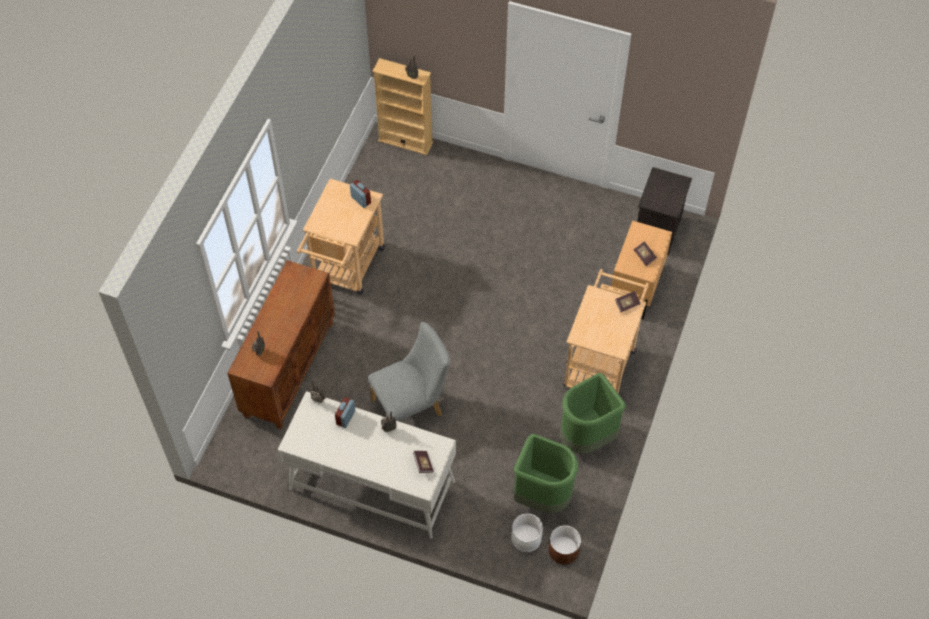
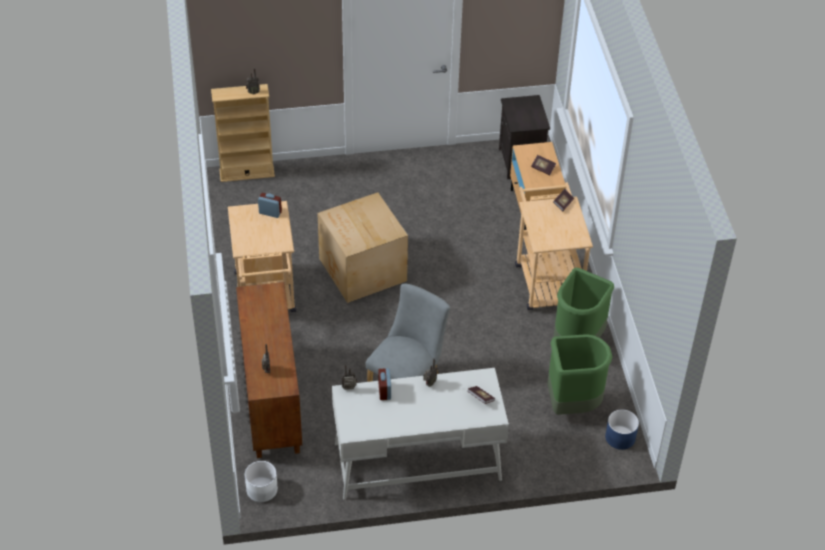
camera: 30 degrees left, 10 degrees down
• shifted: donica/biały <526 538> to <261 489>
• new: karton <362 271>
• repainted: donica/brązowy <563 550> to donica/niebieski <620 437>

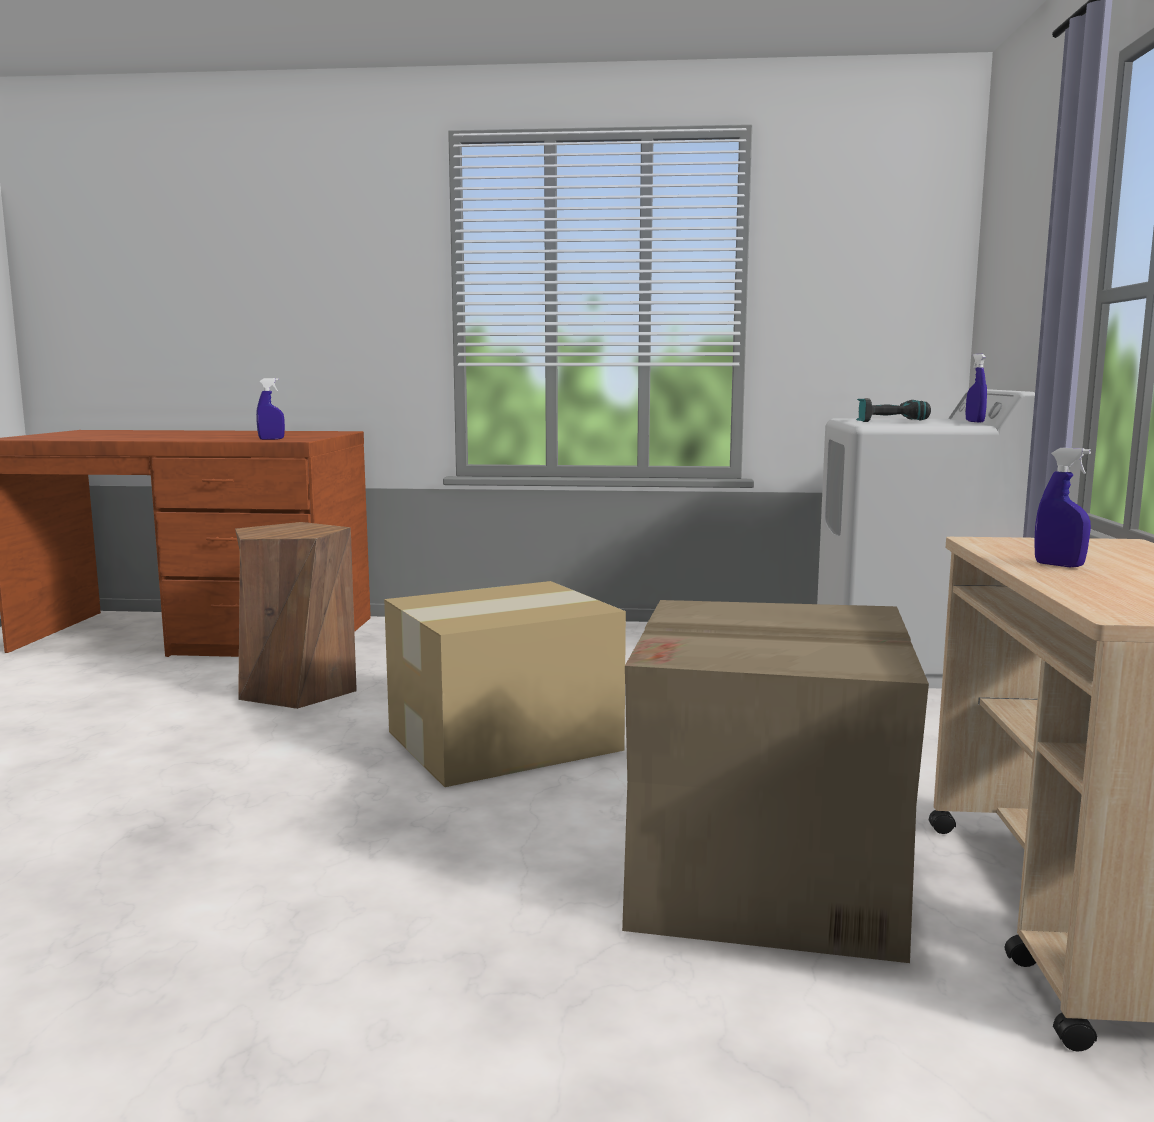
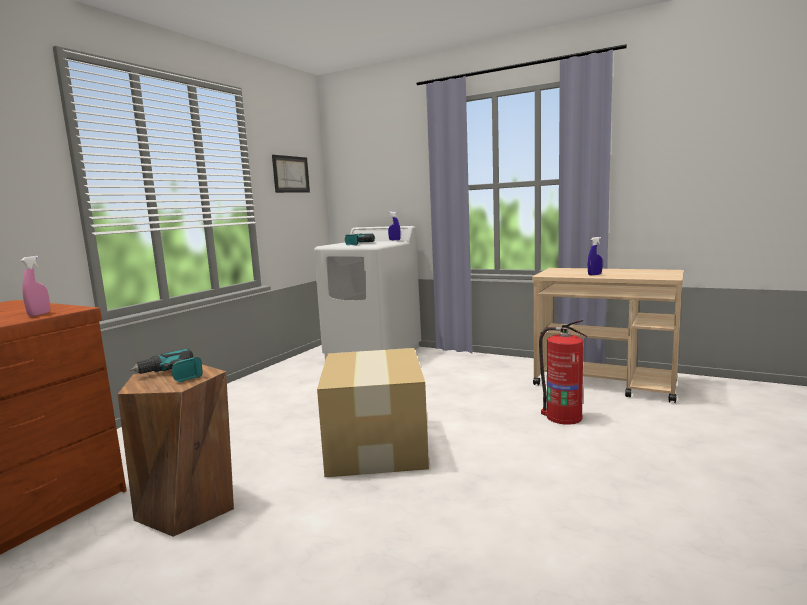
camera: 65 degrees left, 0 degrees up
• repainted: spryskiwacz/niebieski <271 439> to spryskiwacz/różowy <39 314>
• new: wiertarka <172 375>
• new: obraz <291 174>
• swapped: karton <768 878> to gaśnica <563 417>

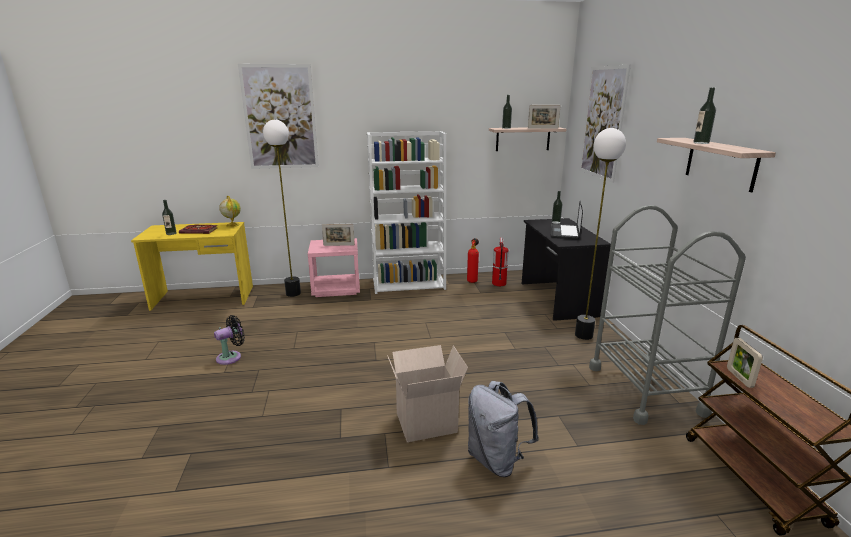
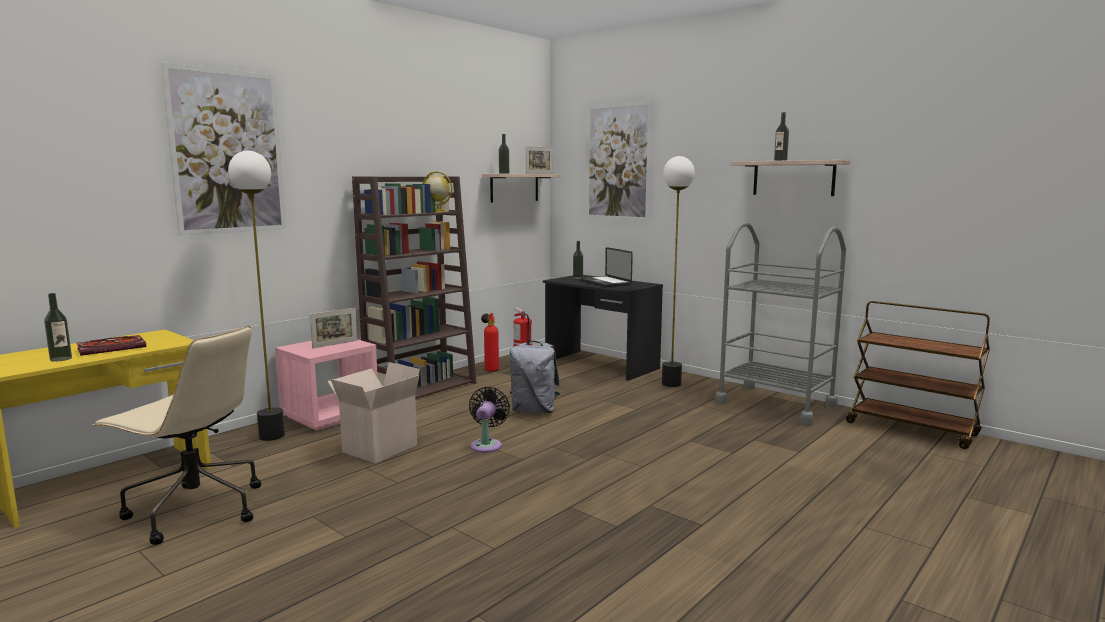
camera: 40 degrees left, 10 degrees down
• new: krzesło biurowe/beżowy <194 510>
• shifted: karton <426 421> to <379 447>
• repainted: regał/biały <409 284> to regał/brązowy <422 388>
• shifted: globus <232 225> to <437 211>
• shifted: wentylator/czarny <231 357> to <487 445>
• shifted: plecak/szary <496 460> to <534 411>
• gone: ramka na zdjęcie <739 378>

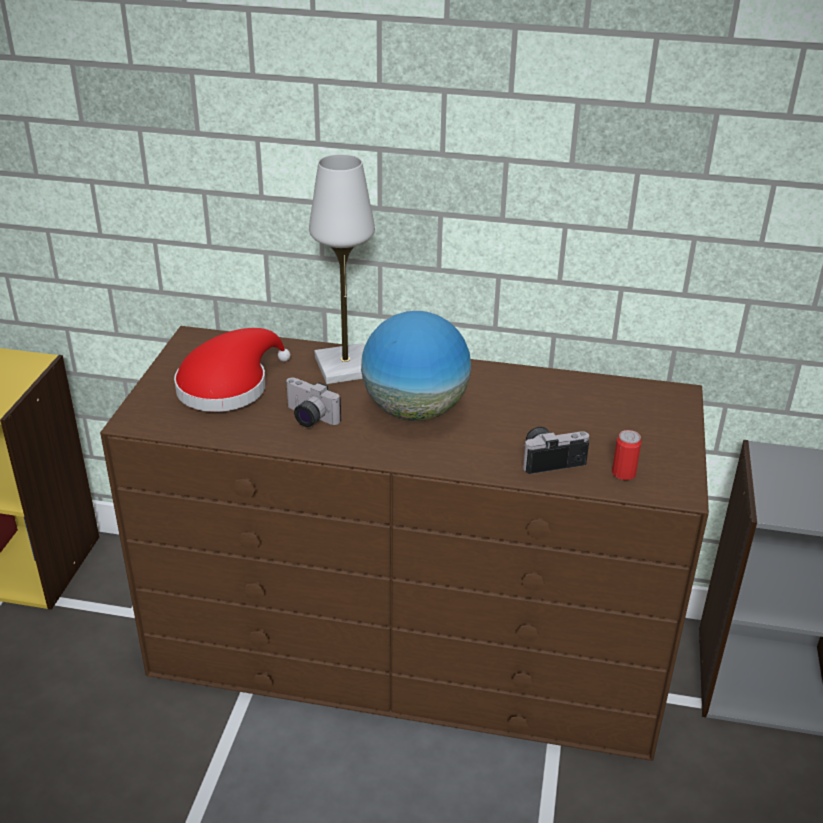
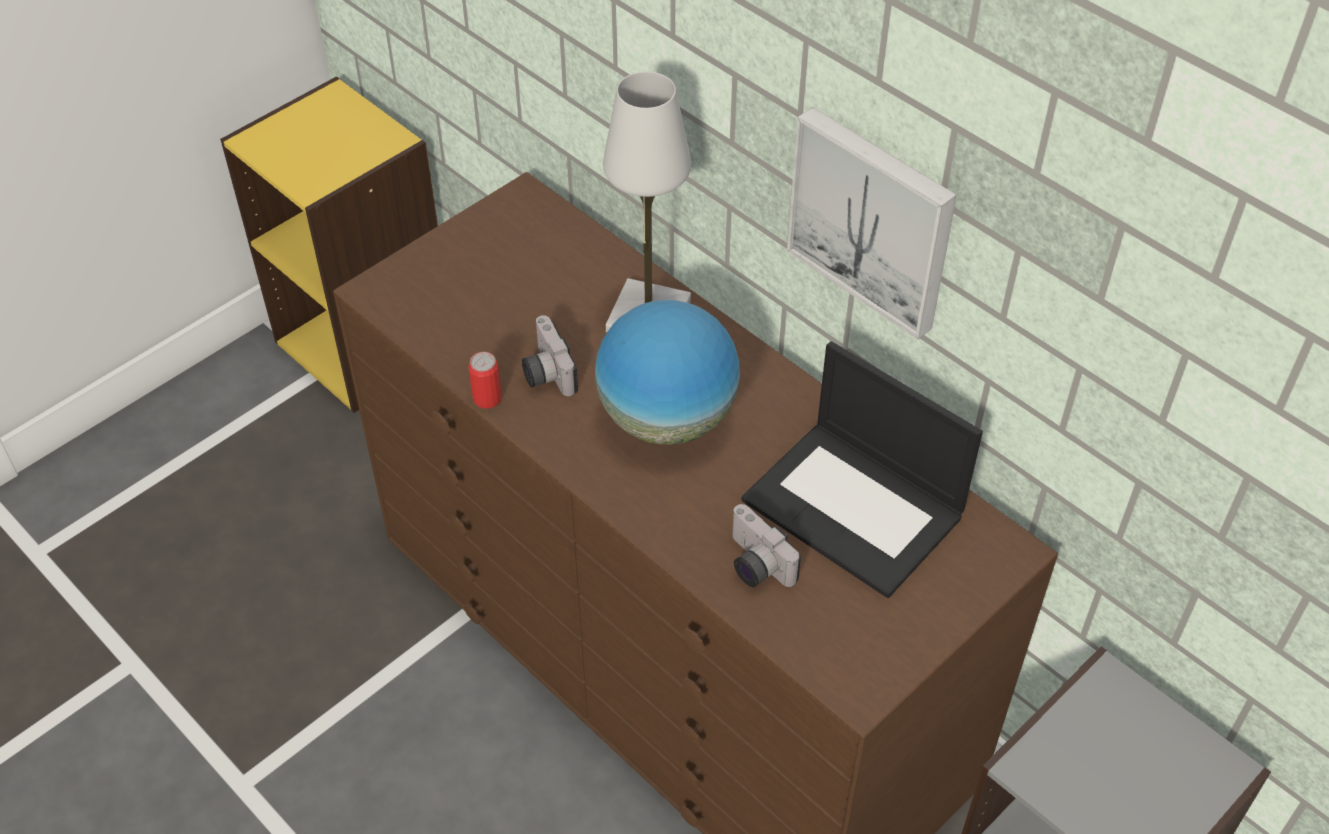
camera: 35 degrees right, 15 degrees up
• shifted: puszka <623 473> to <487 398>
• rotated: aparat fotograficzny <550 459> = <754 565> 150 degrees counterclockwise
• new: laptop <856 508>
• new: obraz <873 219>
• gone: kapelusz/czerwony <228 386>

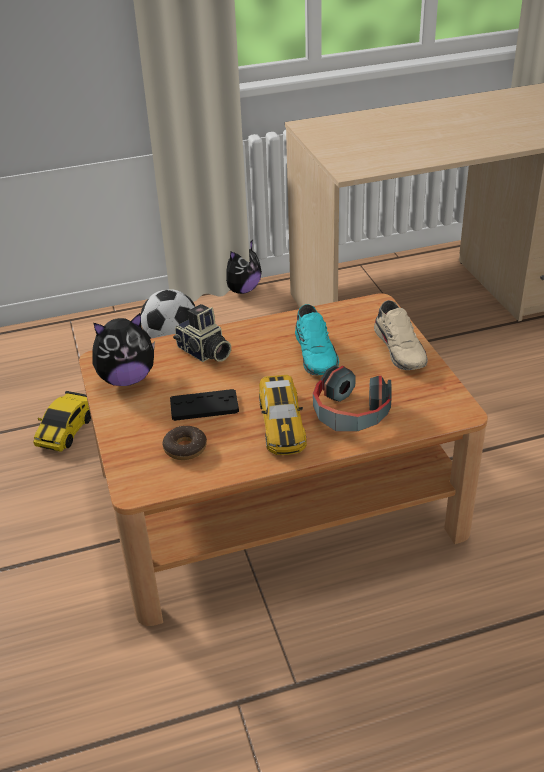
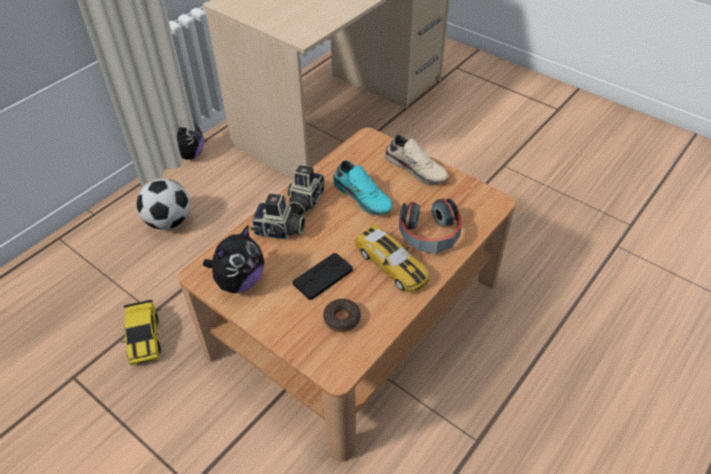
camera: 35 degrees left, 10 degrees up
• new: aparat fotograficzny <304 202>

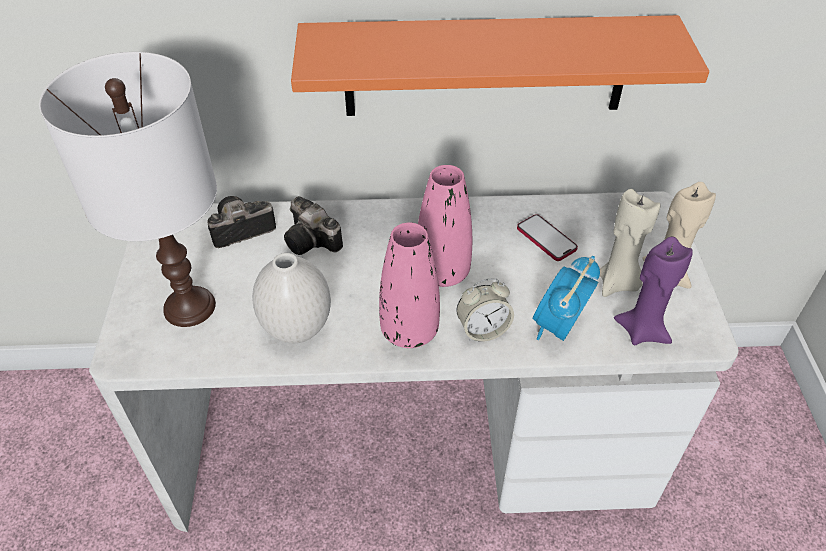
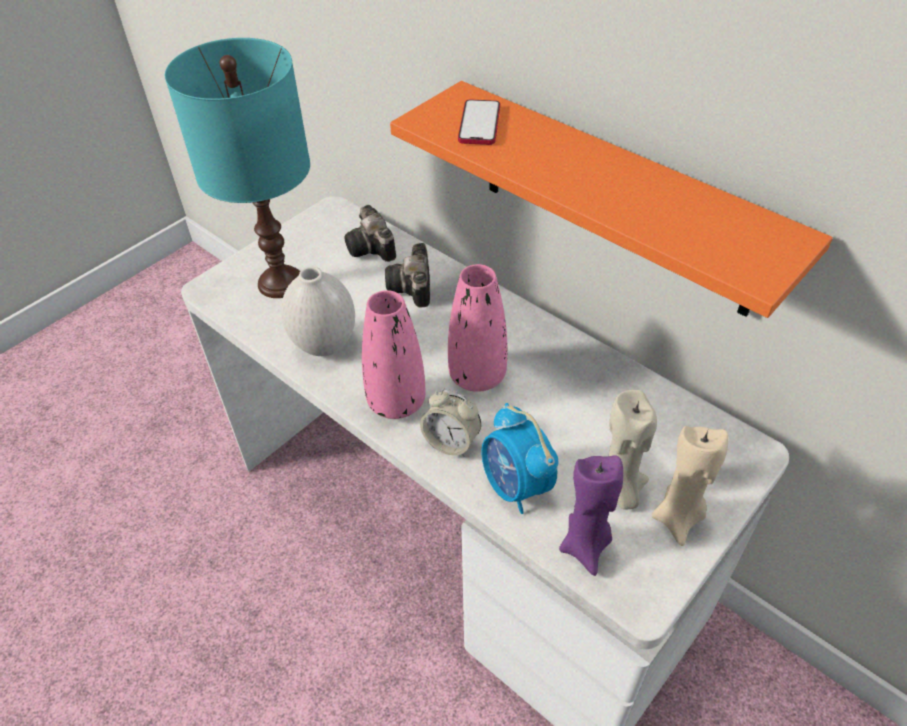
camera: 45 degrees right, 0 degrees up
• repainted: lampa stołowa/biały <190 307> to lampa stołowa/turkusowy <280 283>
• rotated: aparat fotograficzny <238 231> = <372 249> 135 degrees counterclockwise
• shifted: telefon <546 239> to <479 124>
• rotated: budzik <559 326> = <516 486> 105 degrees counterclockwise

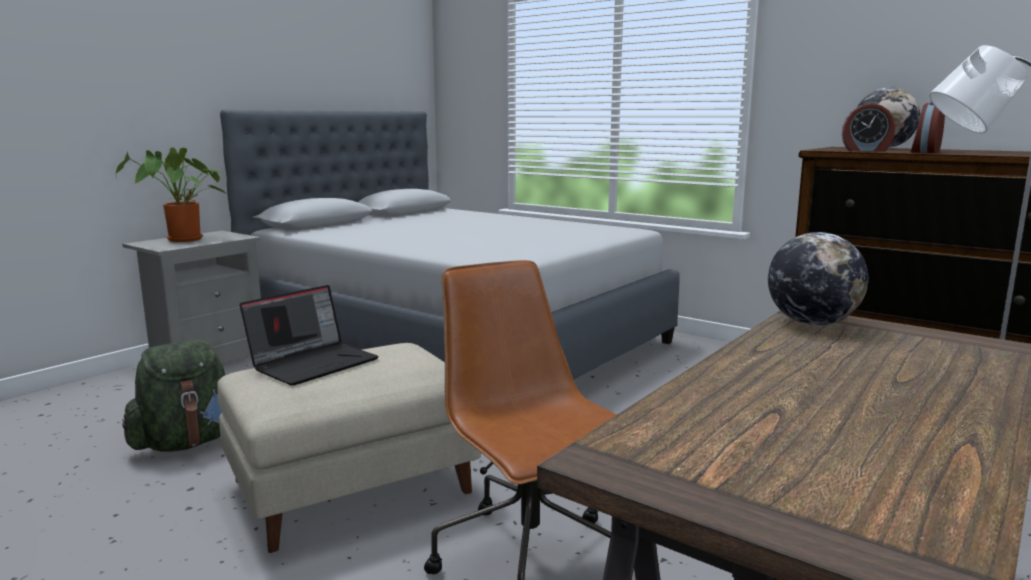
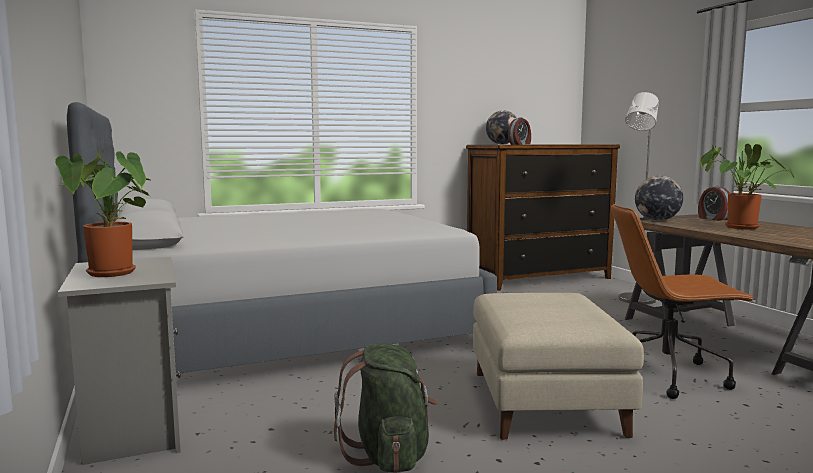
camera: 60 degrees left, 5 degrees down
• shifted: budzik <924 152> to <713 219>
• new: roślina doniczkowa <737 227>
• gone: laptop <314 363>

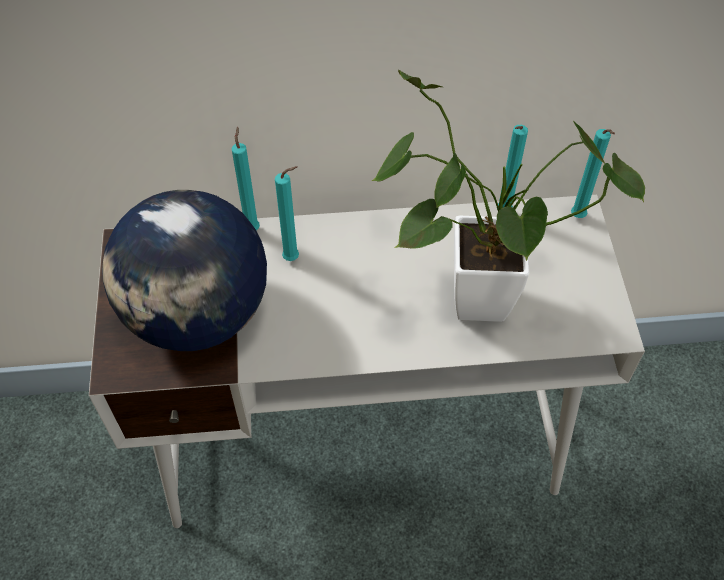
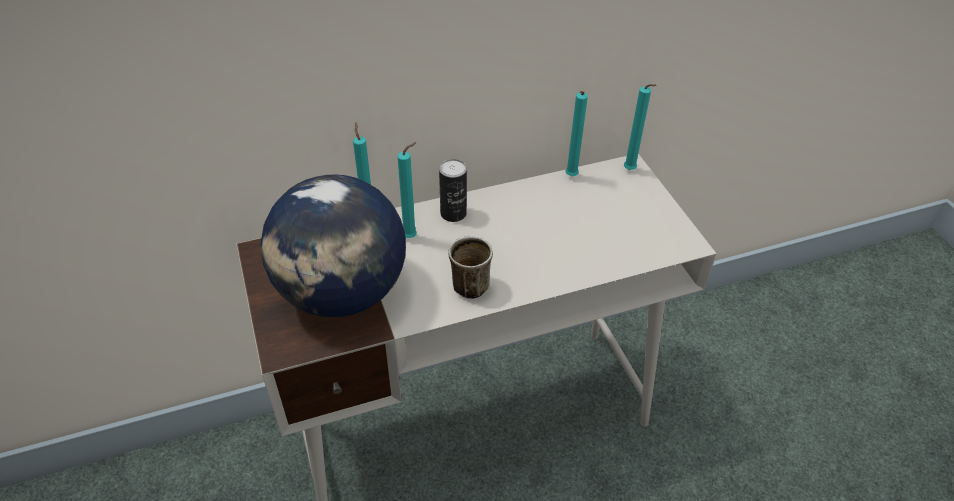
camera: 15 degrees left, 10 degrees down
• new: puszka <453 213>
• new: kubek <468 282>
• gone: roślina doniczkowa <464 301>

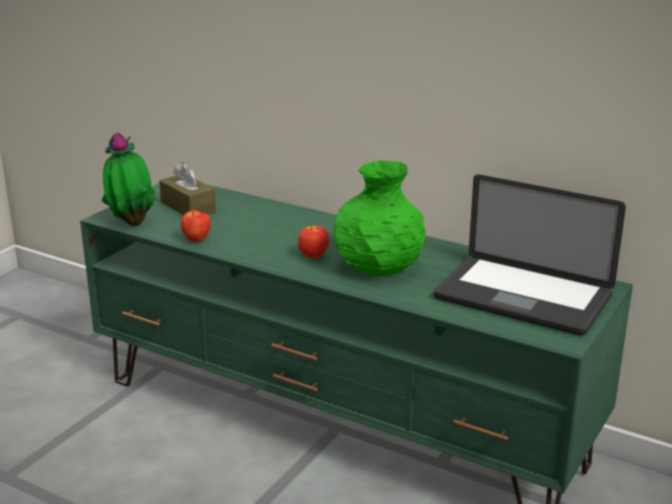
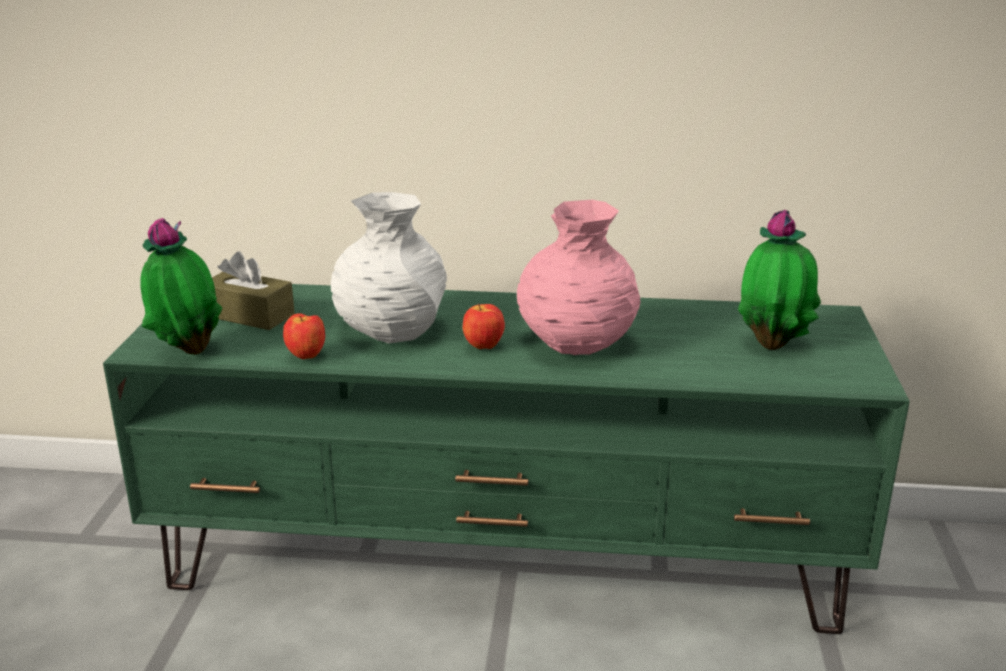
camera: 25 degrees left, 0 degrees up
• new: wazon/biały <390 330>
• repainted: wazon/zielony <377 268> to wazon/różowy <575 345>
• swapped: laptop <523 297> to roślina doniczkowa <773 344>

